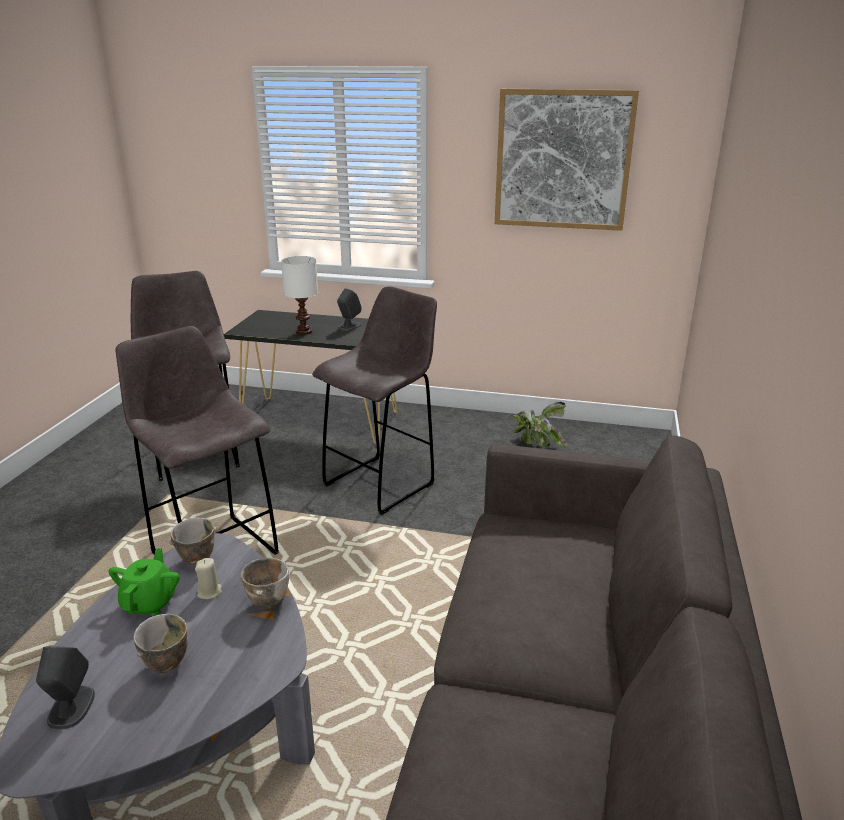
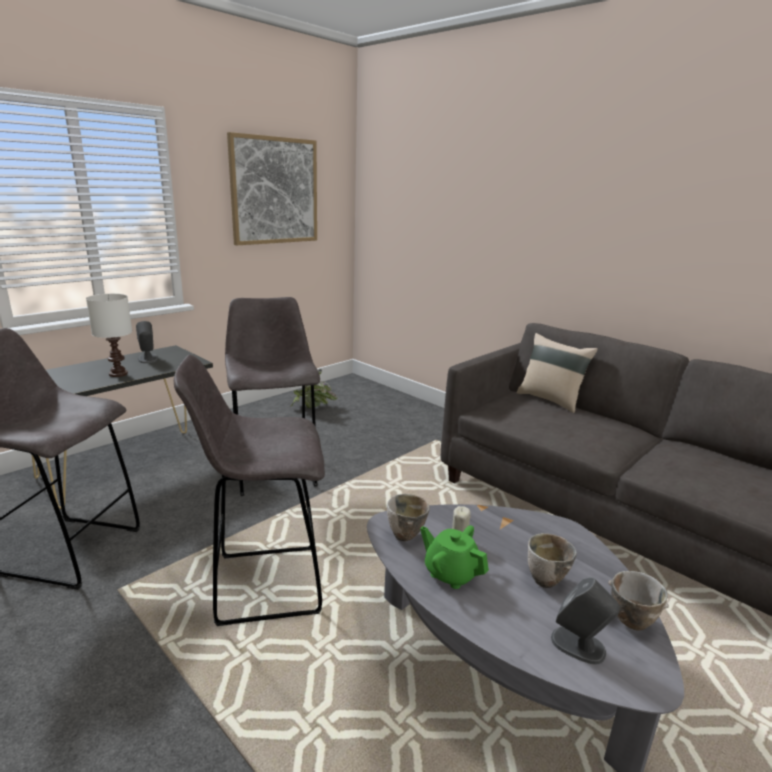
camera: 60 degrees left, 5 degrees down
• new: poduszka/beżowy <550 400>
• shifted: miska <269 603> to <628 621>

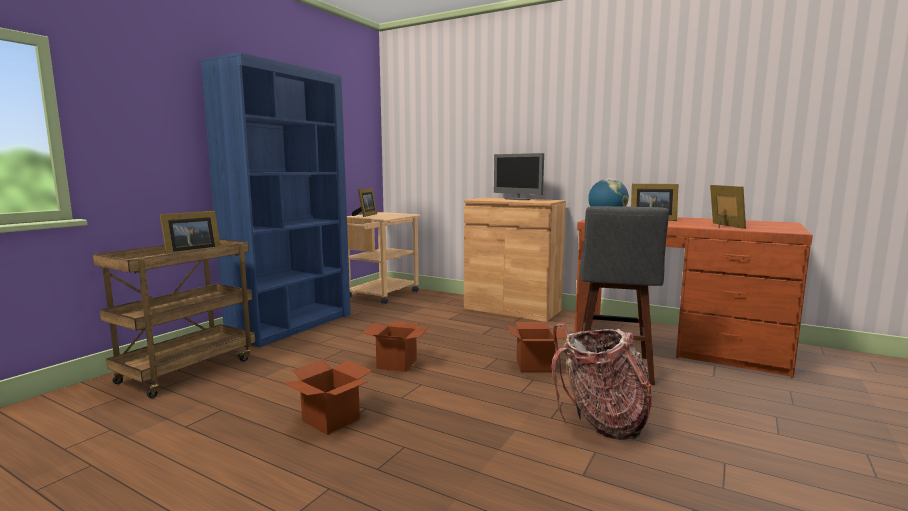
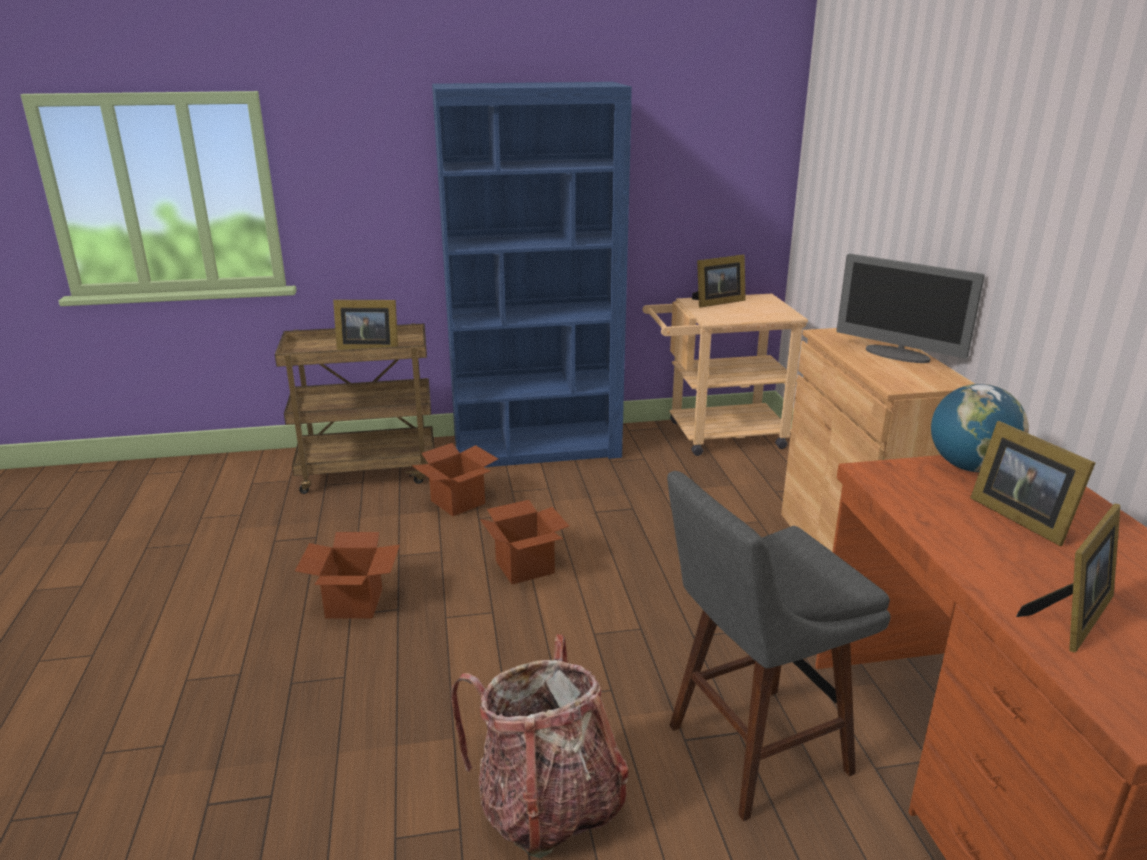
camera: 50 degrees right, 15 degrees up
• shifted: karton <534 366> to <457 502>
• rotated: monitor <517 199> = <897 355> 60 degrees counterclockwise

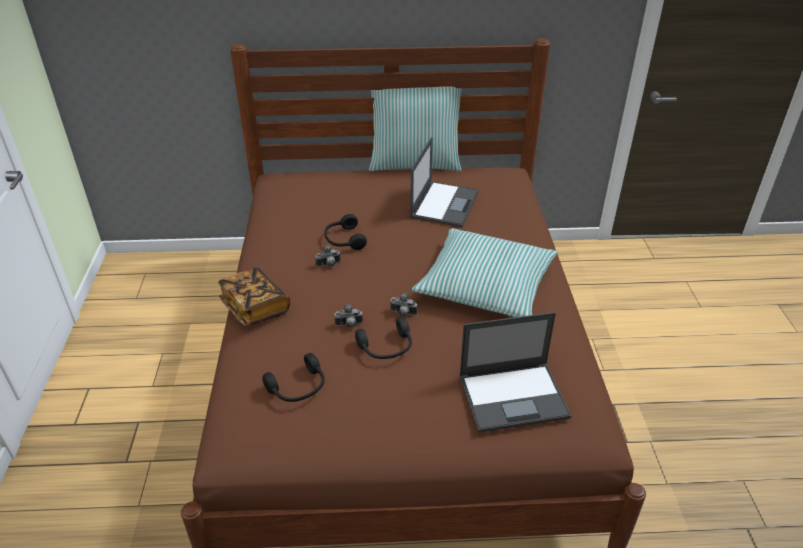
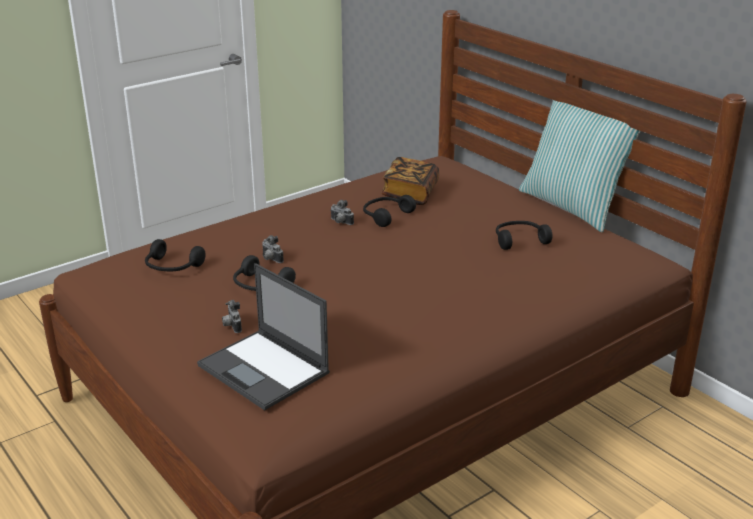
camera: 55 degrees right, 10 degrees down
• shifted: aparat fotograficzny <403 313> to <231 326>
• shifted: książka <255 307> to <410 193>
• swapped: laptop <444 204> to słuchawki/czarny <519 240>
• gone: poduszka <485 285>

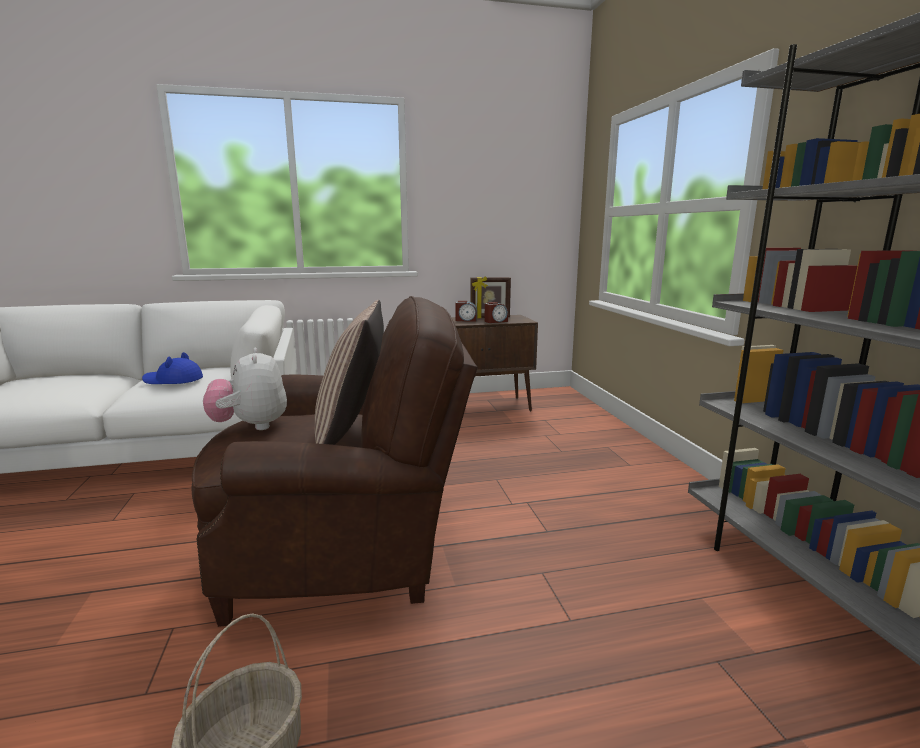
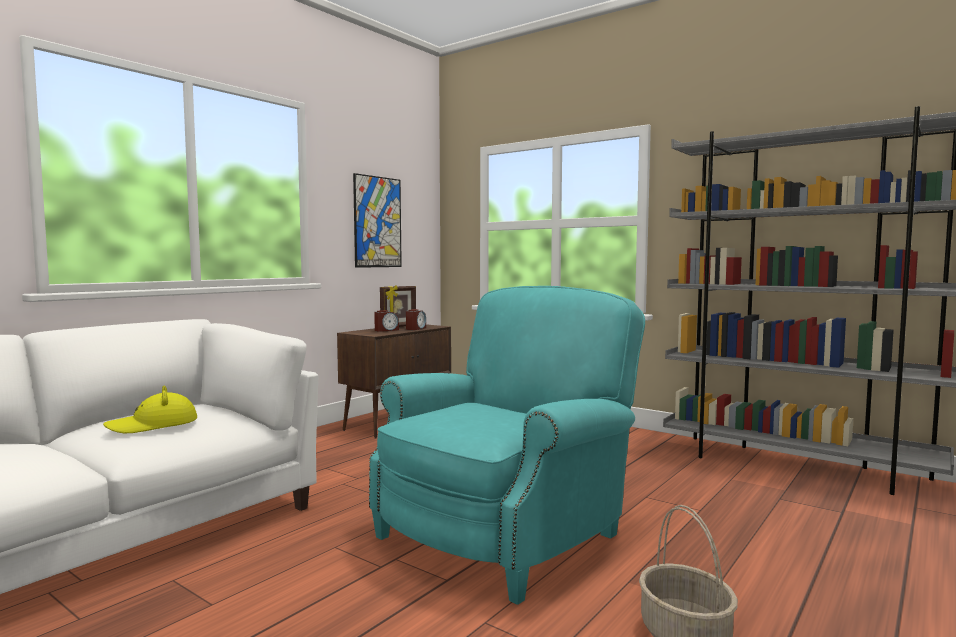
camera: 40 degrees left, 10 degrees down
• repainted: kapelusz/niebieski <173 380> to kapelusz/żółty <153 425>
• new: obraz <377 222>
• repainted: fotel/brązowy <347 550> to fotel/turkusowy <507 533>
• gone: pluszak <251 426>
• gone: poduszka <354 431>

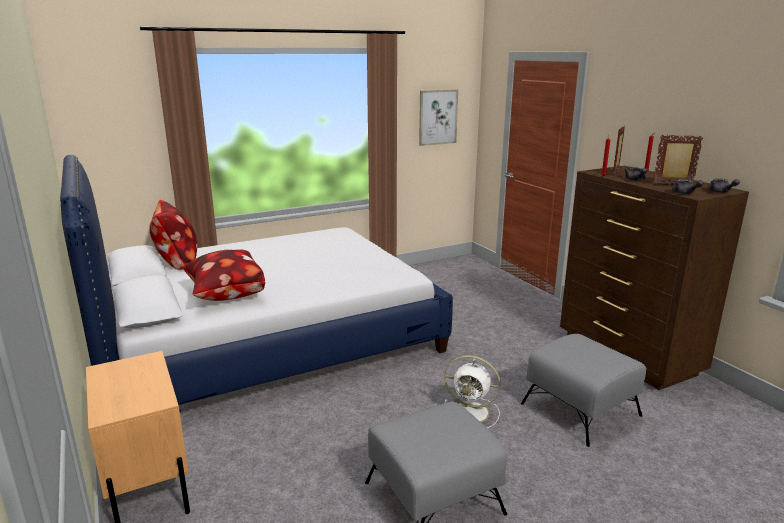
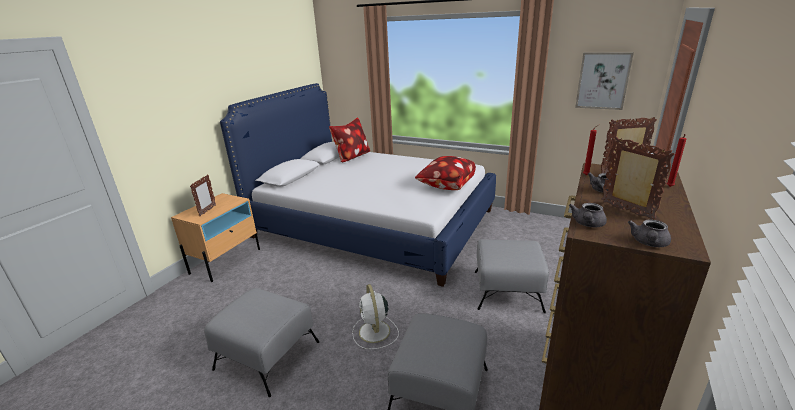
camera: 55 degrees right, 5 degrees up
• new: ramka na zdjęcie <207 211>
• shifted: poduszka <225 296> to <446 186>
• new: pufa/szary <508 291>

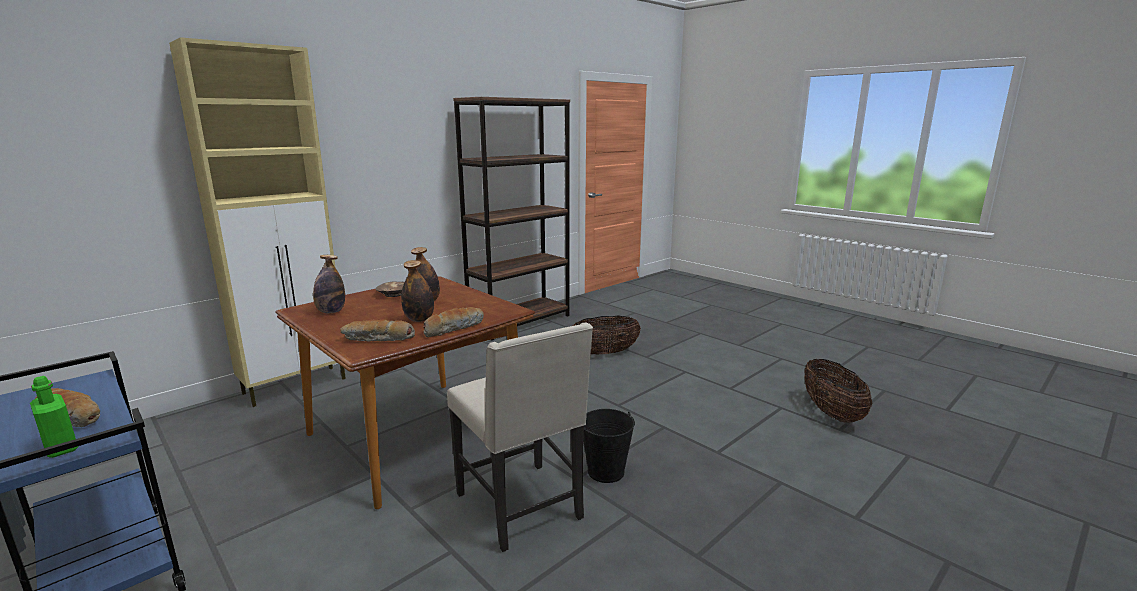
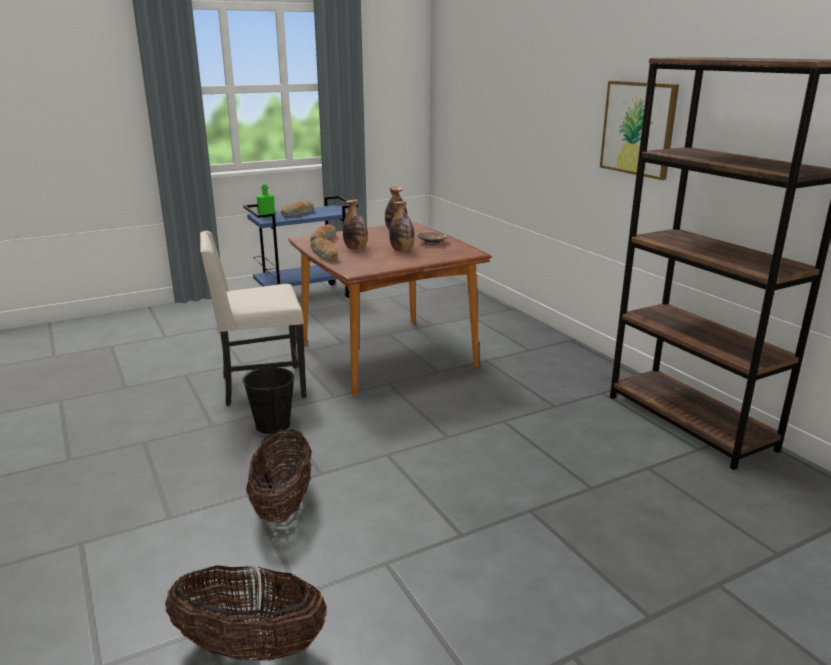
camera: 105 degrees right, 5 degrees up
• shifted: koszyk <605 353> to <283 504>
• new: obraz <638 128>
• gone: szafka/beżowy <297 385>

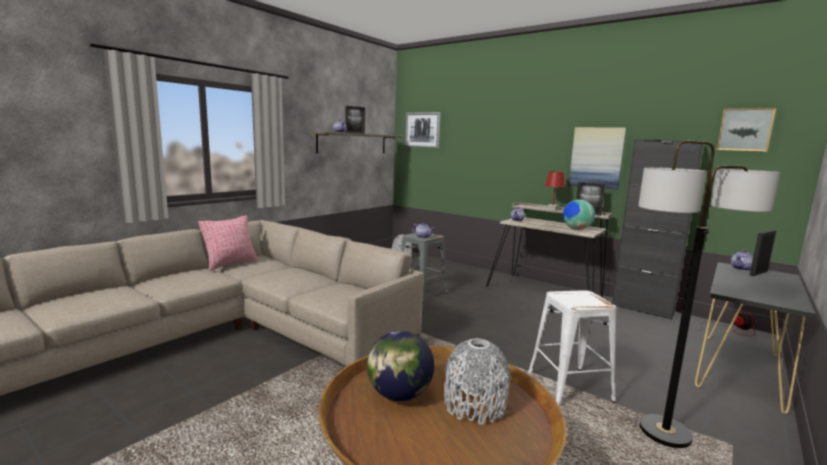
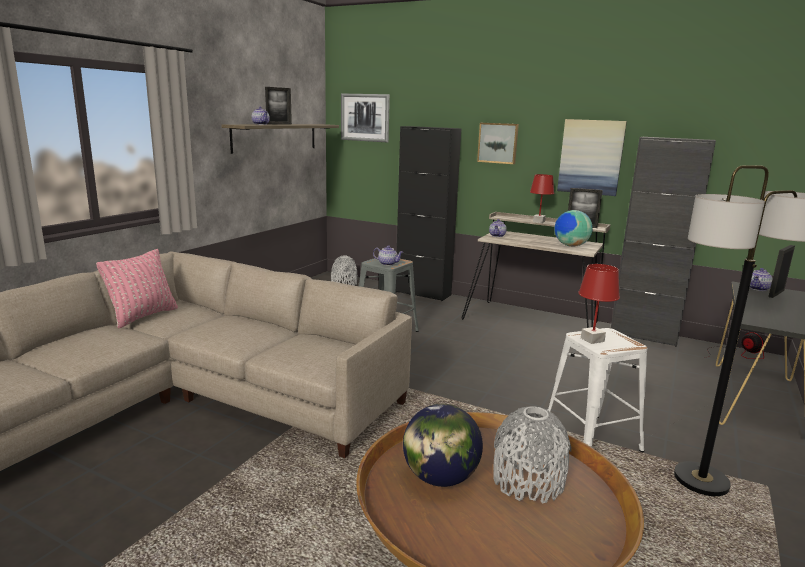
camera: 10 degrees left, 5 degrees up
• new: szafka/czarny <423 293>
• shifted: obraz <745 129> to <498 143>
• new: lampa stołowa/czerwony <592 339>

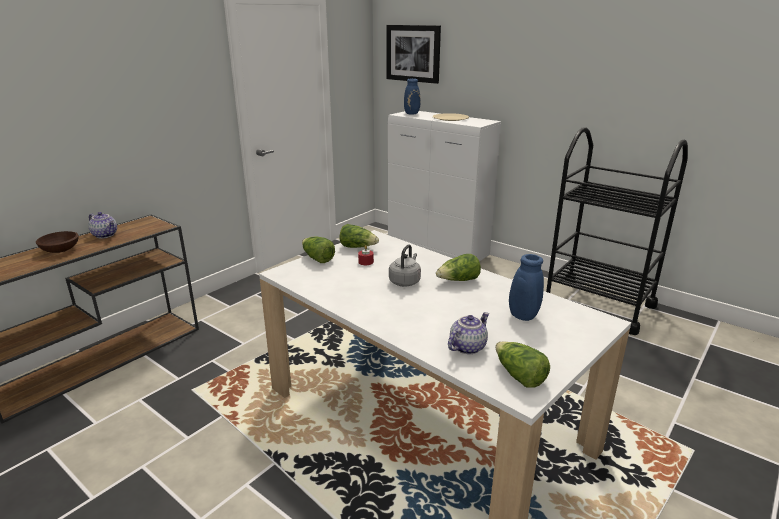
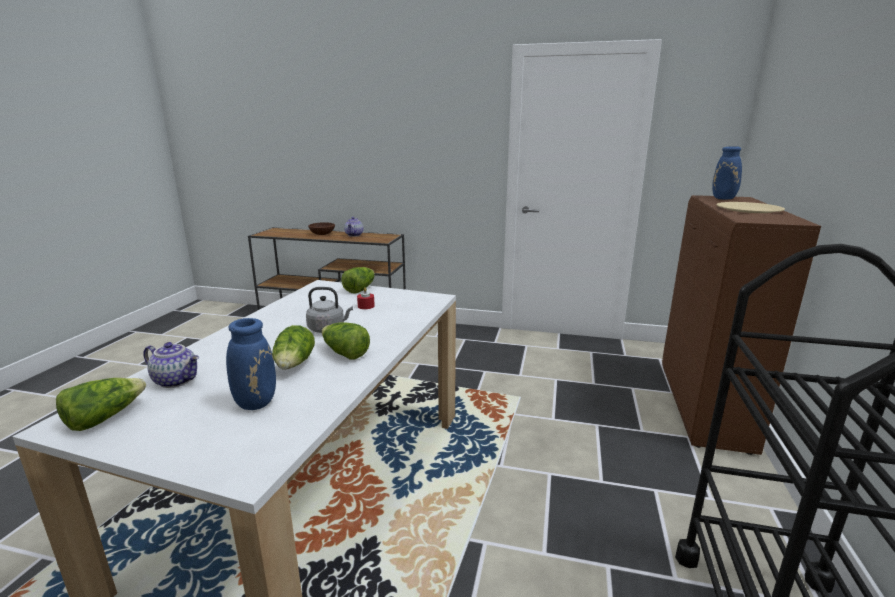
camera: 65 degrees right, 5 degrees down
• shifted: sałata <358 247> to <294 365>
• repainted: szafka/biały <438 250> to szafka/brązowy <703 408>
• gone: obraz <413 53>

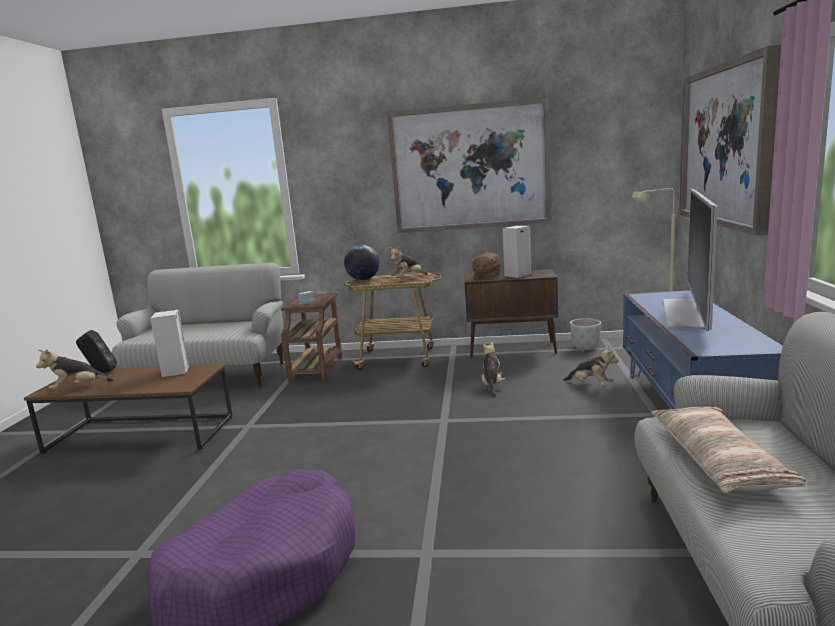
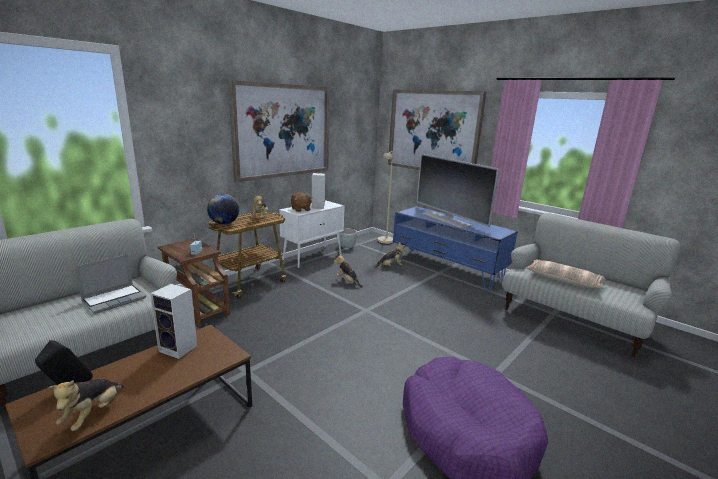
camera: 55 degrees left, 5 degrees up
• new: laptop <115 299>
• repainted: szafka/brązowy <513 349> to szafka/biały <313 256>

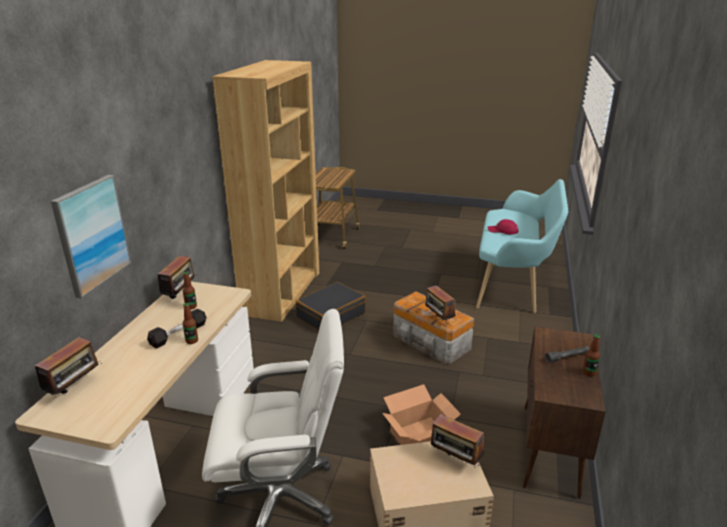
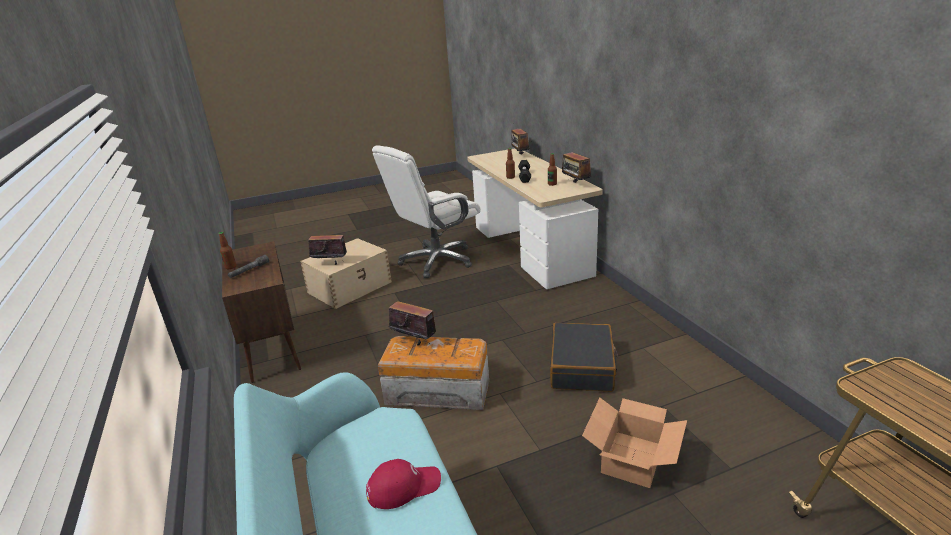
camera: 145 degrees right, 0 degrees up
• shifted: karton <421 436> to <631 459>
• gone: obraz <92 234>
• gone: regał/brązowy <282 292>

